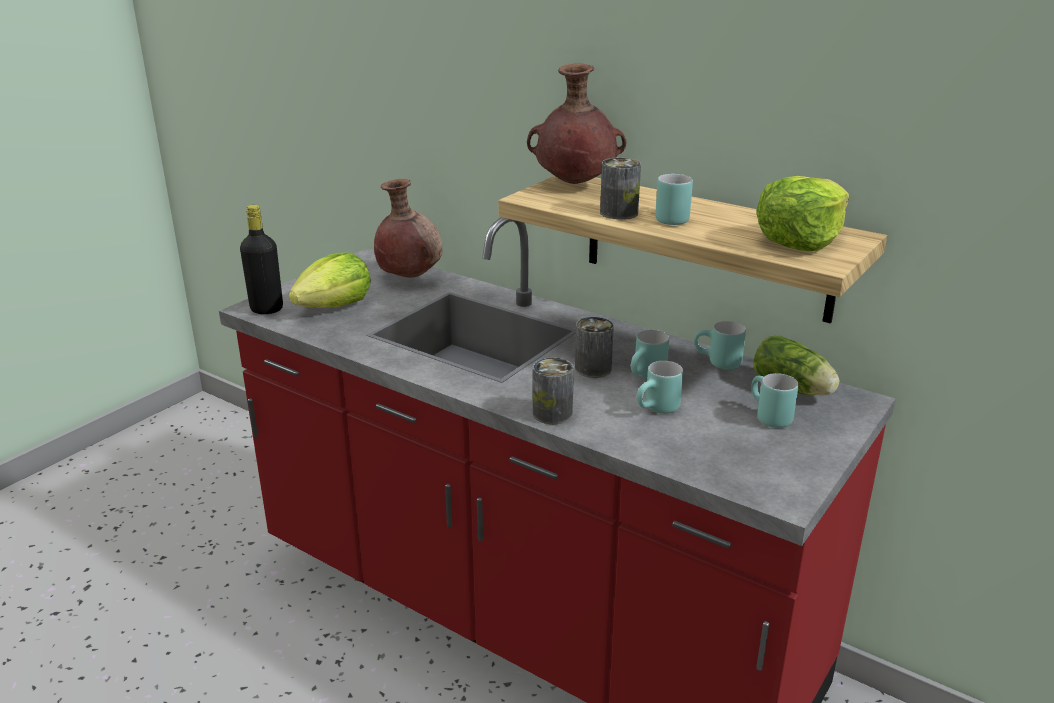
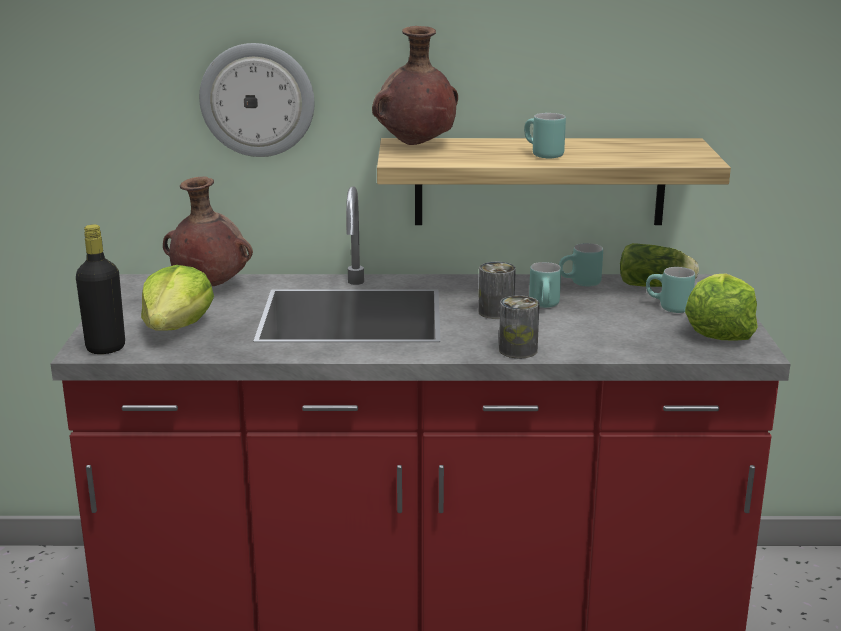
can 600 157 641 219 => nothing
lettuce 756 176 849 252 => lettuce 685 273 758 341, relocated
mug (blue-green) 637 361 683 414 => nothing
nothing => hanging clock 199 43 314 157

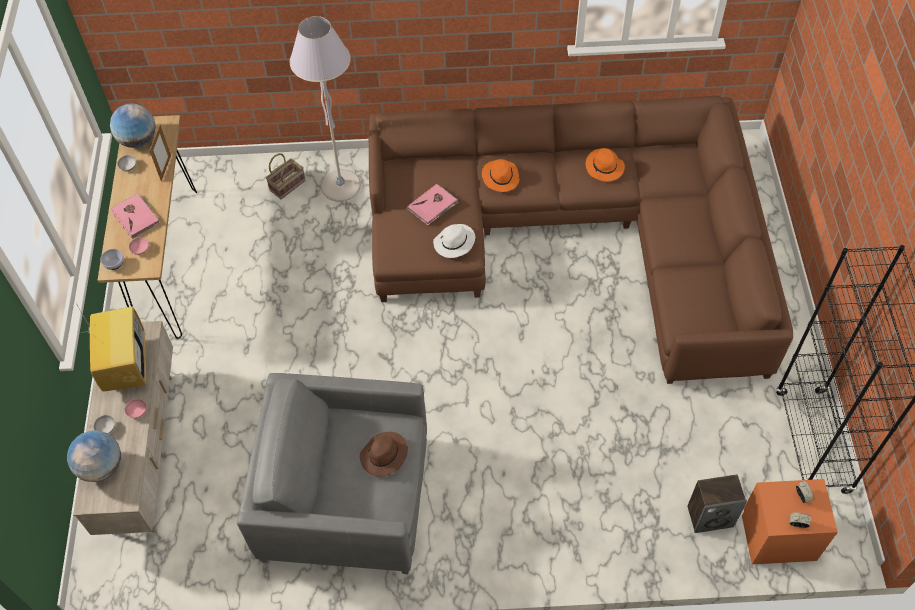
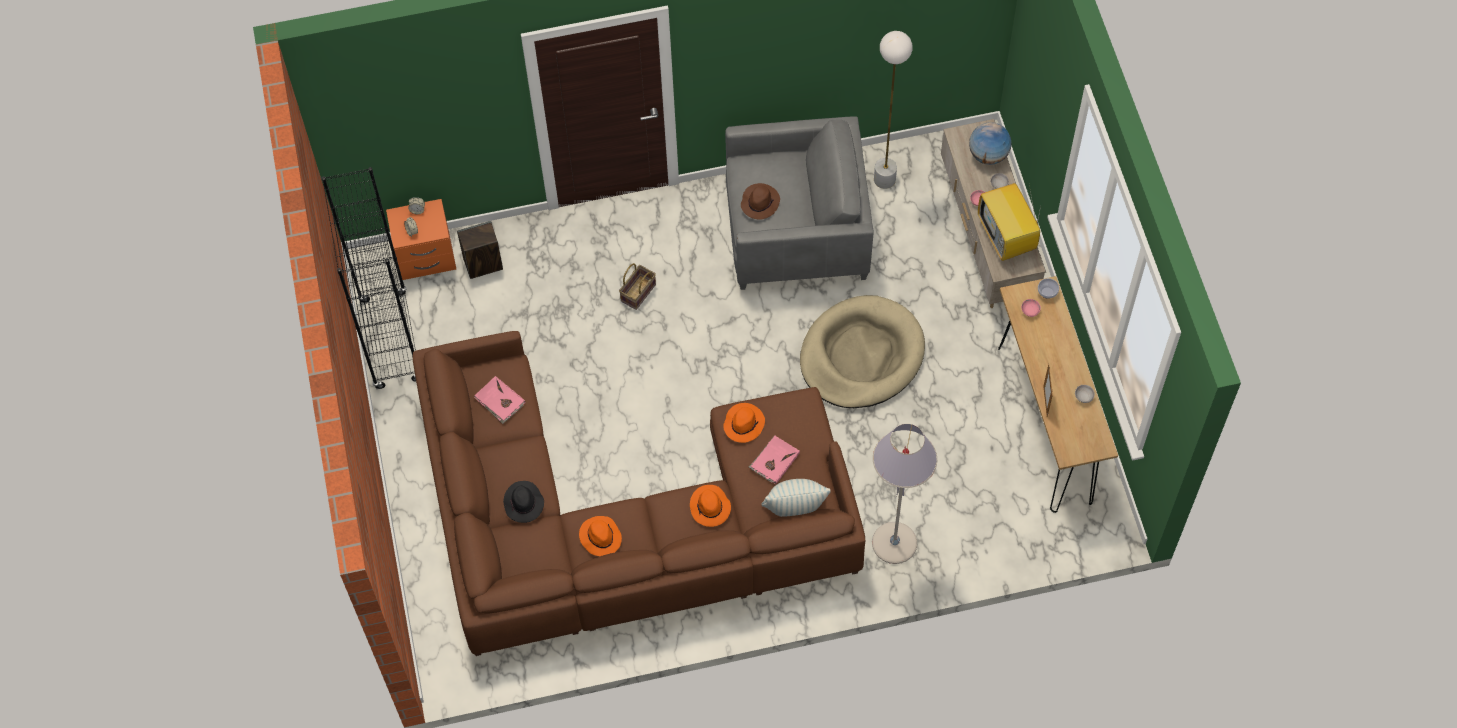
globe 110 104 155 148 => nothing
basket 266 153 306 199 => basket 619 263 656 310, relocated
book (pink-coloured) 111 193 160 239 => book (pink-coloured) 474 376 525 424, relocated
clothing hat (white-coloured) 433 224 475 258 => clothing hat (orangey) 723 403 765 443
nothing => standard lamp (white-coloured) 874 31 912 189
nothing => dog cushion (beige) 800 295 925 408
nothing => pillow 761 479 831 517
nothing => clothing hat (black) 503 481 544 523

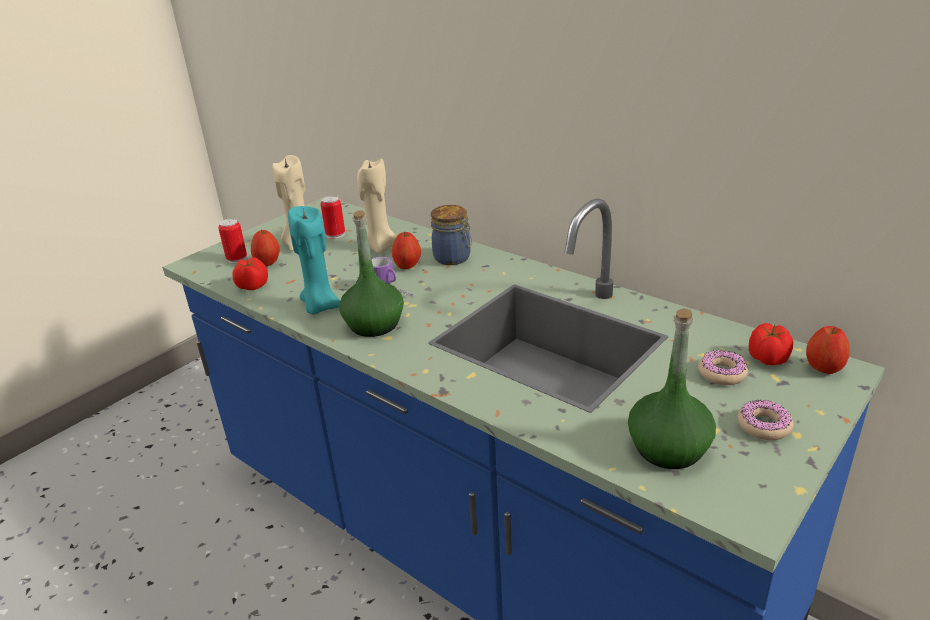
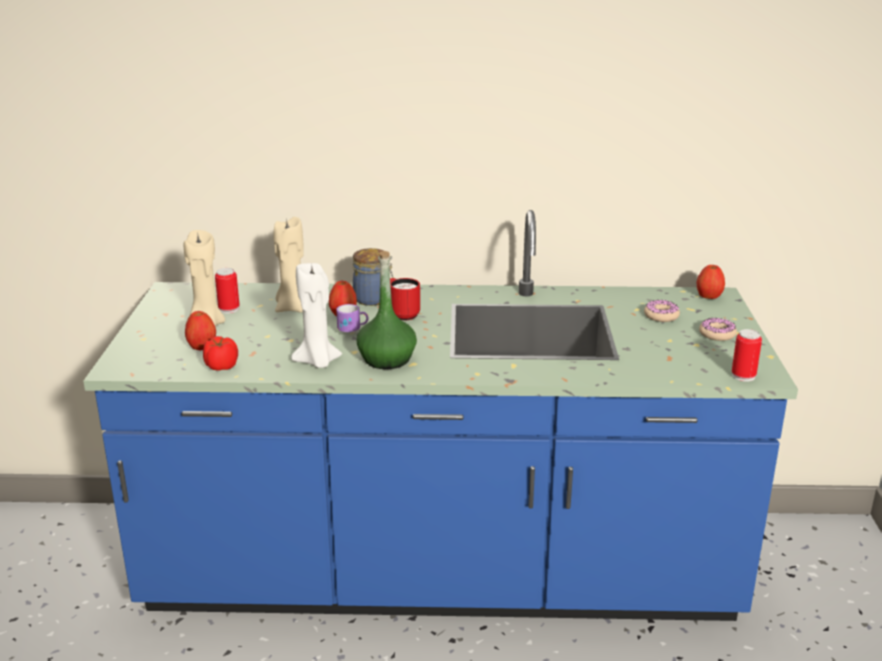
wax candle (blue-green) 288 206 340 315 => wax candle (white-coloured) 291 263 342 368
can 218 218 247 264 => can 732 329 762 382, relocated
drink bottle (green) 628 308 716 469 => nothing
whole tomato 749 323 793 366 => nothing
nothing => mug (red-coloured) 390 278 420 320

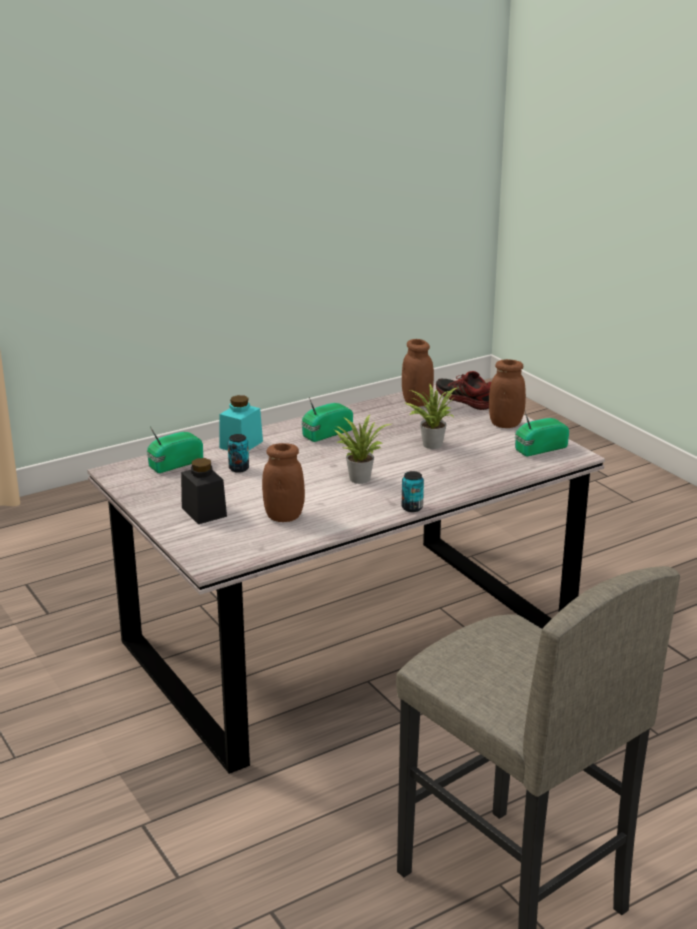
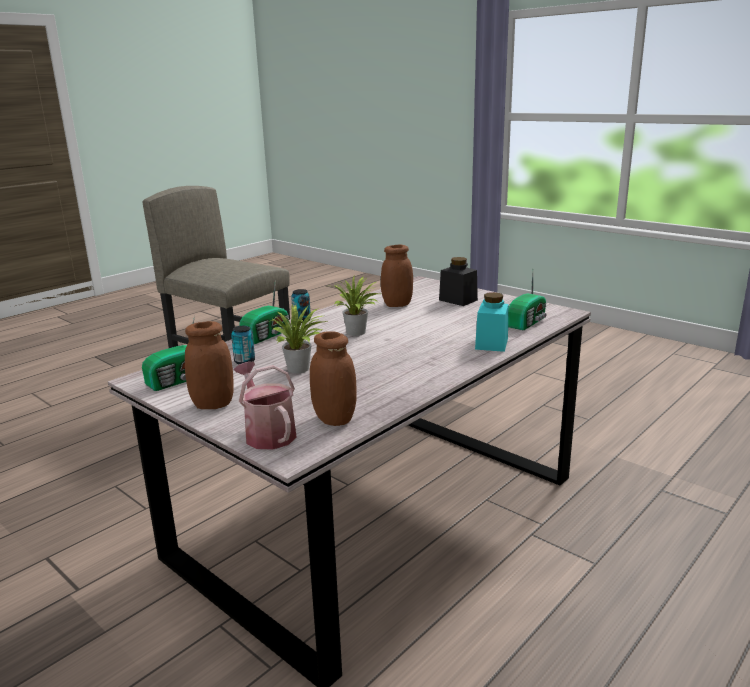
shoe 436 371 491 410 => sprinkling can 234 362 297 450
radio 301 397 353 442 => radio 239 280 289 344, relocated
can 228 434 249 473 => can 231 326 255 364, relocated

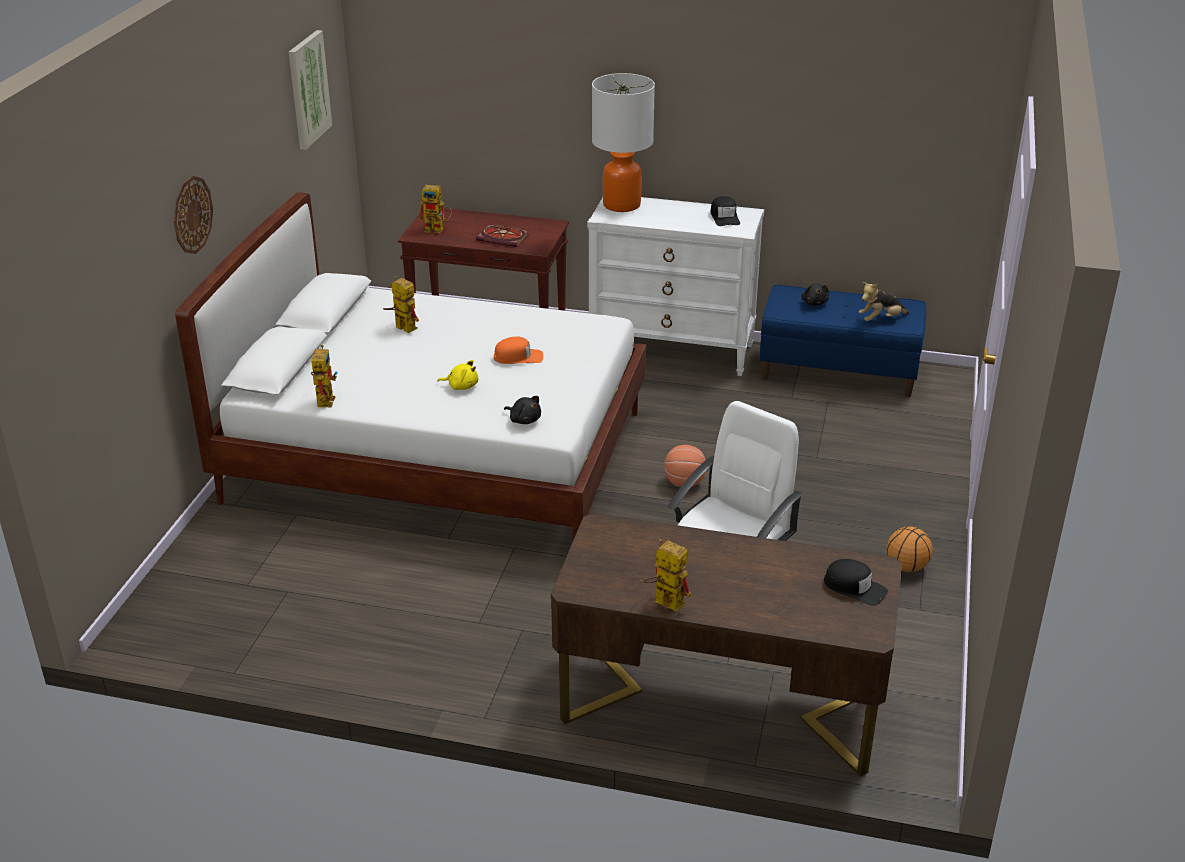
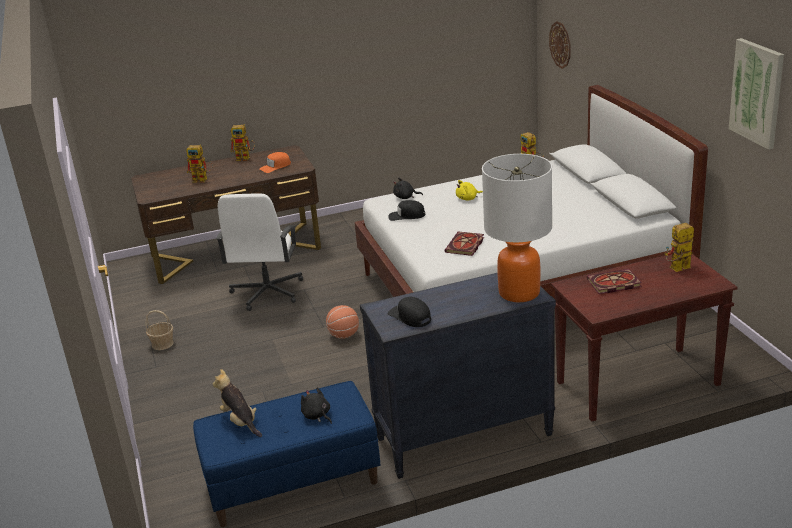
hanging clock 174 176 213 254 => hanging clock 549 21 571 69, relocated
chest of drawers (white-coloured) 587 196 764 376 => chest of drawers (black) 360 273 556 479
toy robot 383 276 419 333 => toy robot 186 144 213 182, relocated
soft toy 859 282 909 321 => soft toy 213 369 262 437, 75 degrees counterclockwise
peaked cap (orangey) 494 337 543 364 => peaked cap (orangey) 259 152 291 173, relocated
basketball ball 887 527 933 572 => basket 145 310 174 350
peaked cap (black) 824 559 888 606 => peaked cap (black) 388 200 425 221, relocated
nothing => book 444 232 484 256

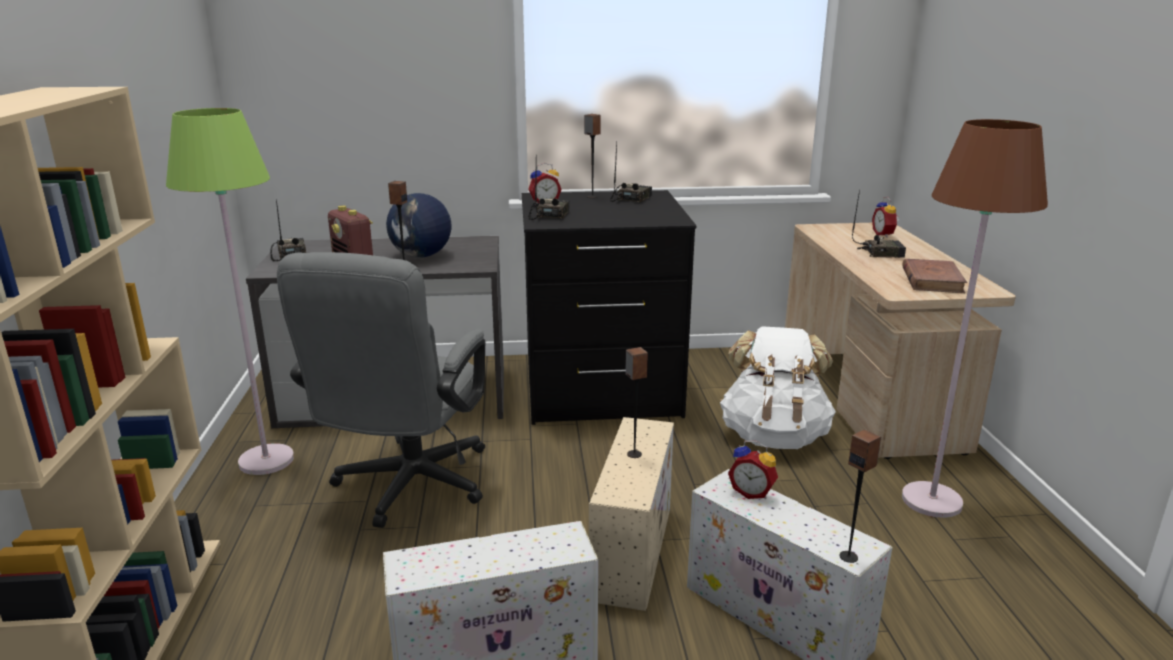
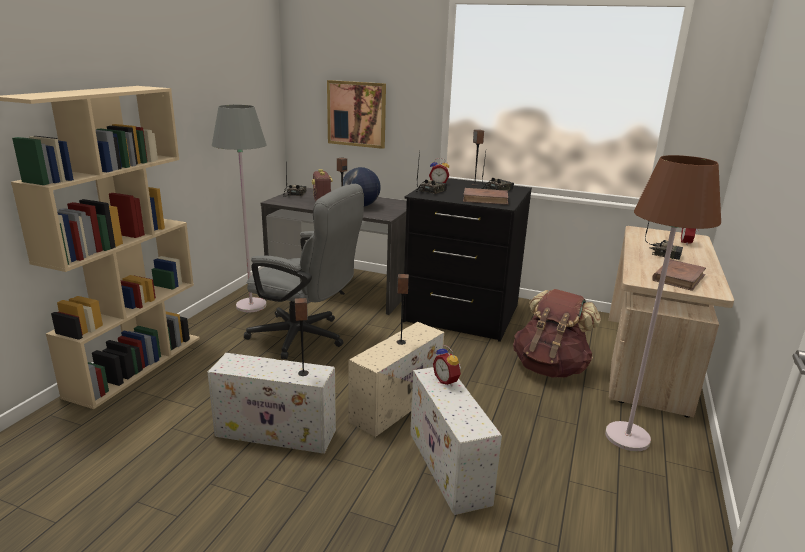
standard lamp (green) 166 108 294 475 => standard lamp (gray) 212 105 266 312
desk chair (gray) 277 252 485 528 => desk chair (gray) 244 184 364 359, 105 degrees counterclockwise
backpack (white-coloured) 720 326 836 449 => backpack (brown-coloured) 513 289 601 378
audio speaker 839 429 881 563 => audio speaker 295 298 309 376, relocated
nothing => wall art 327 80 386 149
nothing => book (brown-coloured) 463 188 509 205

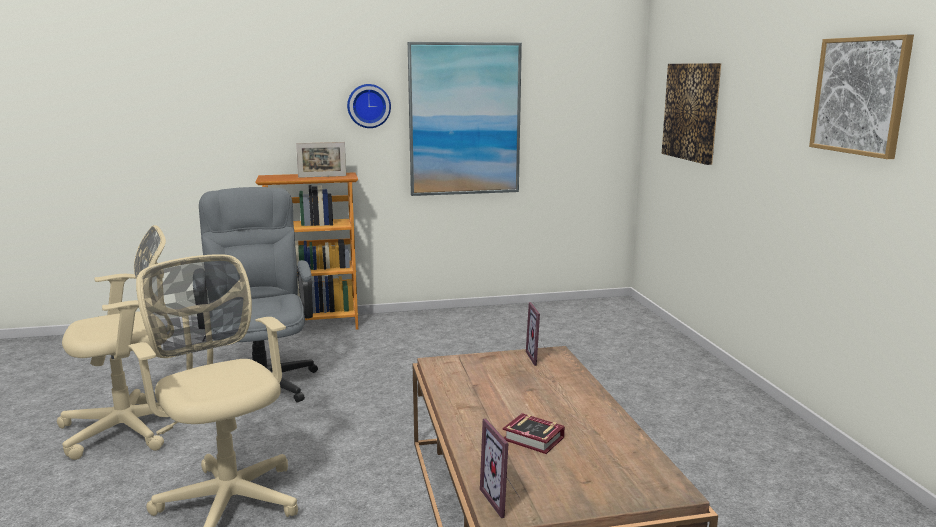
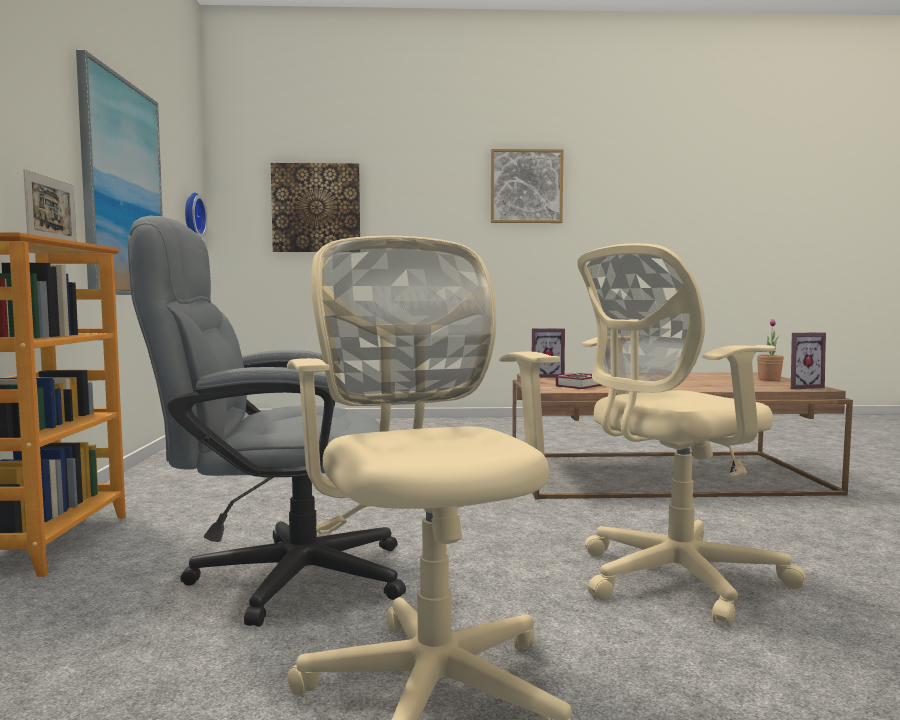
hanging clock 347 84 391 128 => hanging clock 185 193 208 238, relocated
book 503 413 565 454 => book 556 373 603 389, relocated
nothing => potted plant 757 319 784 381

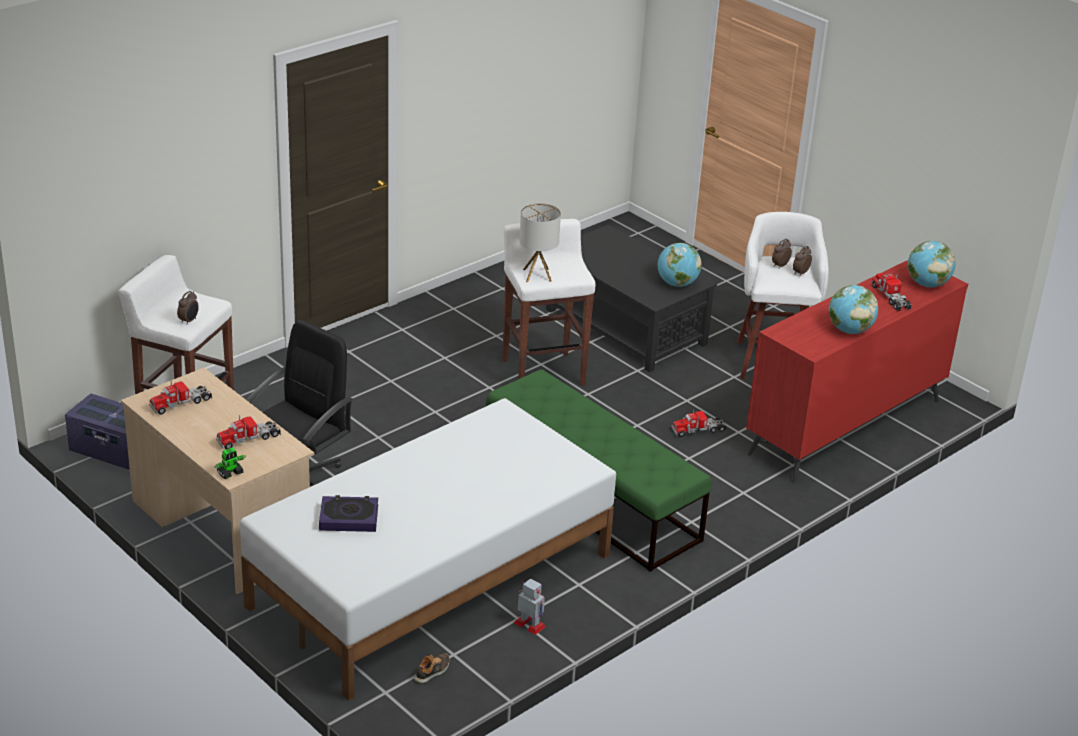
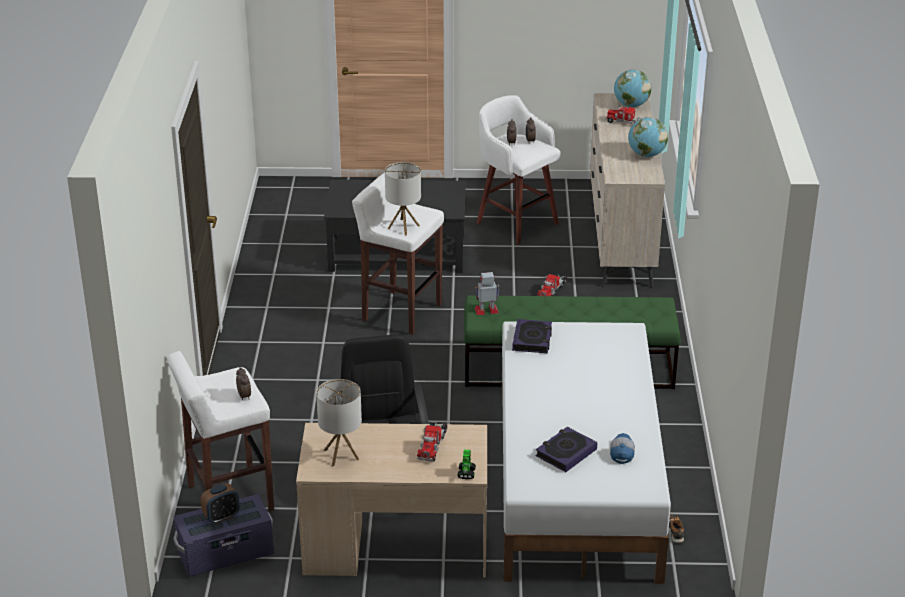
globe 658 243 702 287 => nothing
chest of drawers (red-coloured) 746 260 968 484 => chest of drawers (beige) 590 93 665 288
model truck 149 381 212 415 => table lamp 316 379 362 466
toy robot 514 578 546 635 => toy robot 475 272 499 315, relocated
nothing => book 512 319 552 353
nothing => peaked cap 610 433 635 464
nothing => bedside clock 201 483 240 524

